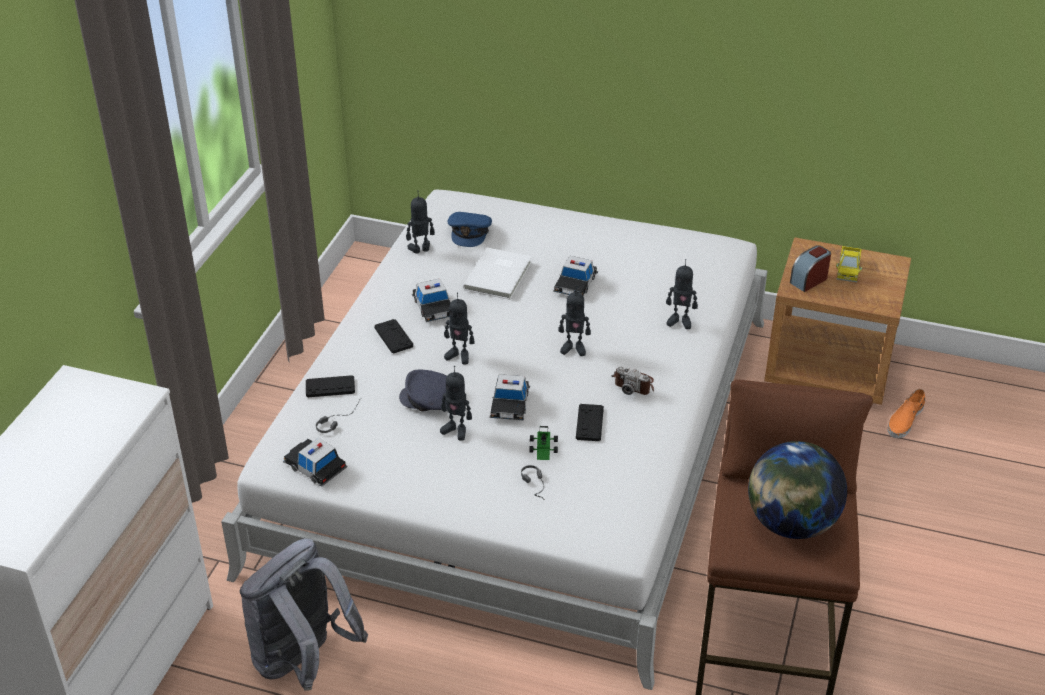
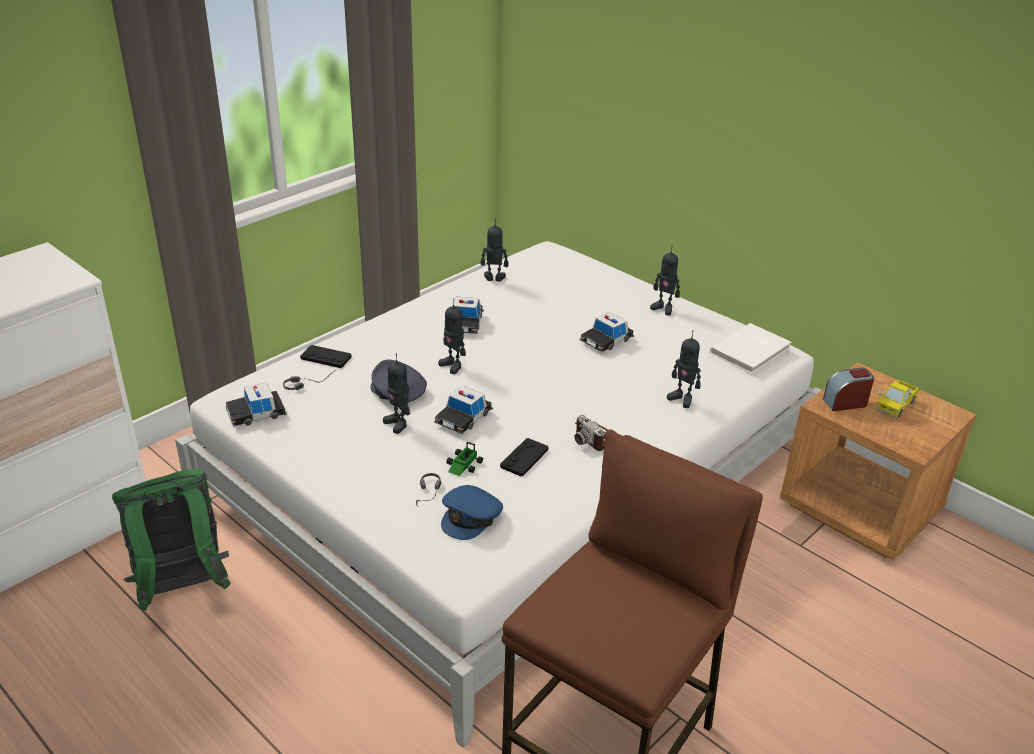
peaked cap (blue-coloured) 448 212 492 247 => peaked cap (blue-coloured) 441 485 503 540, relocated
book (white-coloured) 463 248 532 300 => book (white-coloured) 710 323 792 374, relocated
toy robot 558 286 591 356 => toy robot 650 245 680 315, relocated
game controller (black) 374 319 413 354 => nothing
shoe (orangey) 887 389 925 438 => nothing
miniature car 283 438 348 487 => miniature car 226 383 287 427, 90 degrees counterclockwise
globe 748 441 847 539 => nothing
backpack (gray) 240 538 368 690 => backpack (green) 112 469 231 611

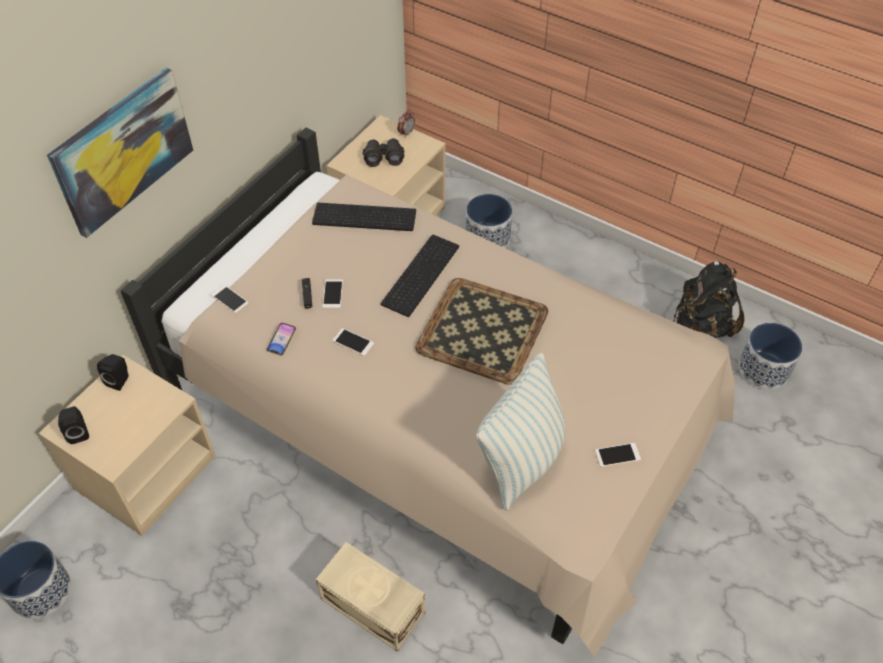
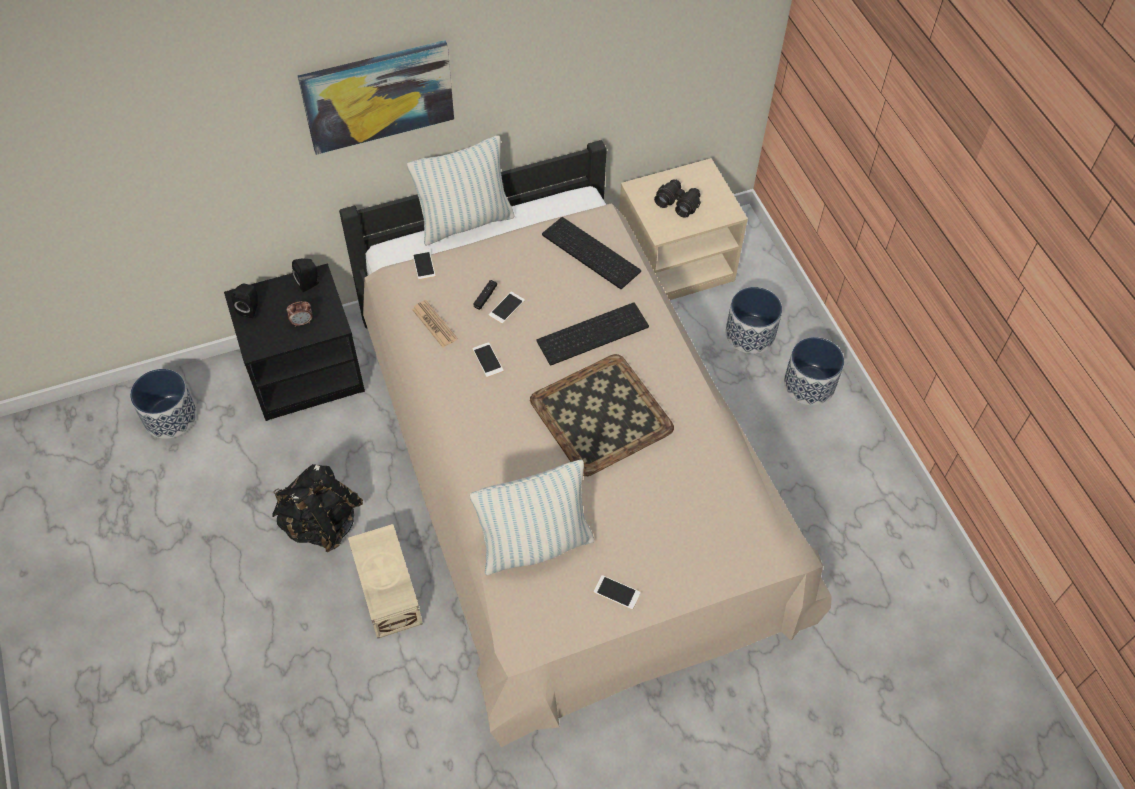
bedside clock 397 109 415 138 => bedside clock 287 301 312 327, relocated
backpack (black) 673 261 745 338 => backpack (black) 272 464 363 552, relocated
telephone 267 323 296 356 => newspaper 412 300 458 347
plant pot 739 323 802 390 => plant pot 784 337 844 405, relocated
night table (beige) 38 355 216 536 => night table (black) 224 263 365 421
nothing => pillow 407 135 515 246

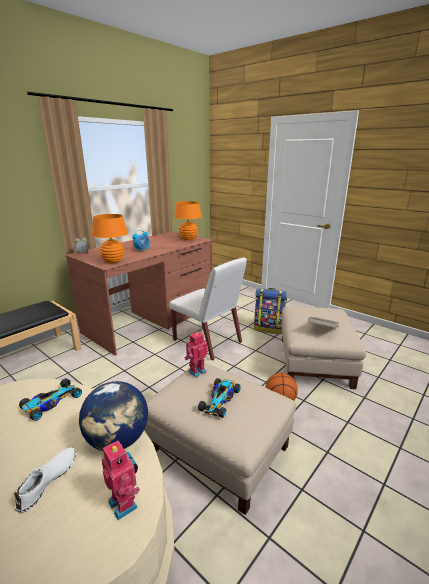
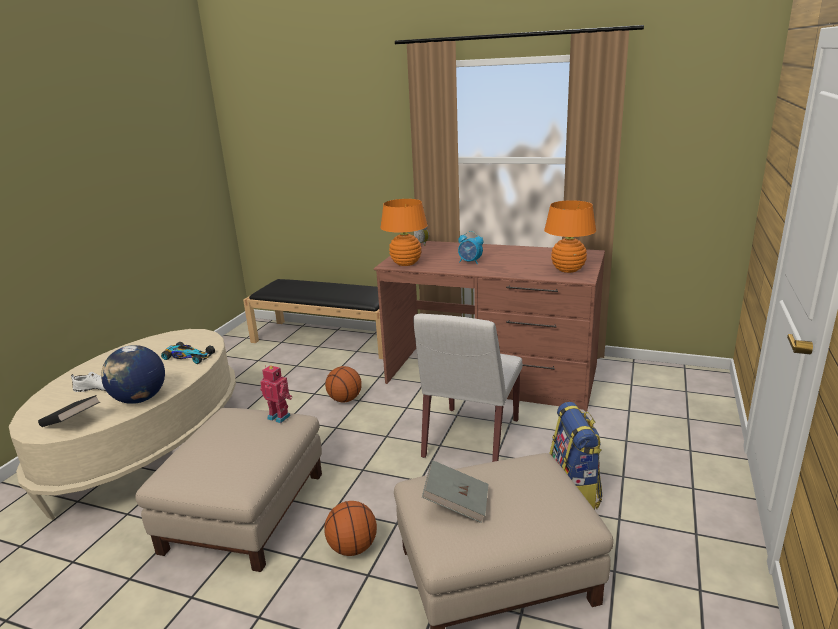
miniature car 198 378 241 418 => nothing
toy robot 101 441 140 520 => book (black) 38 395 100 427
nothing => basketball ball 325 366 362 402

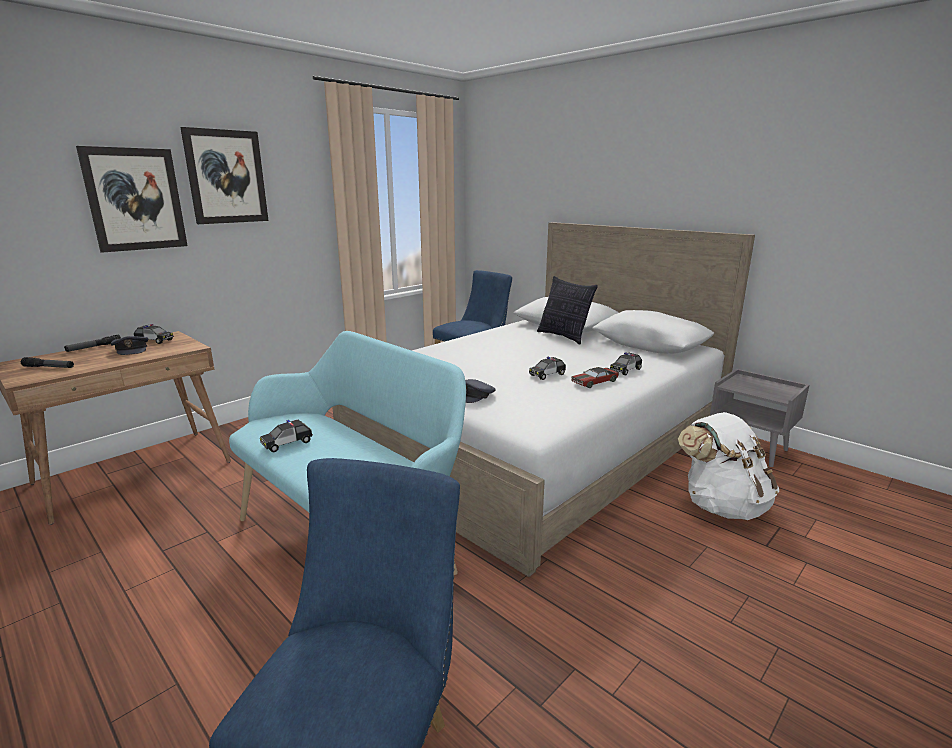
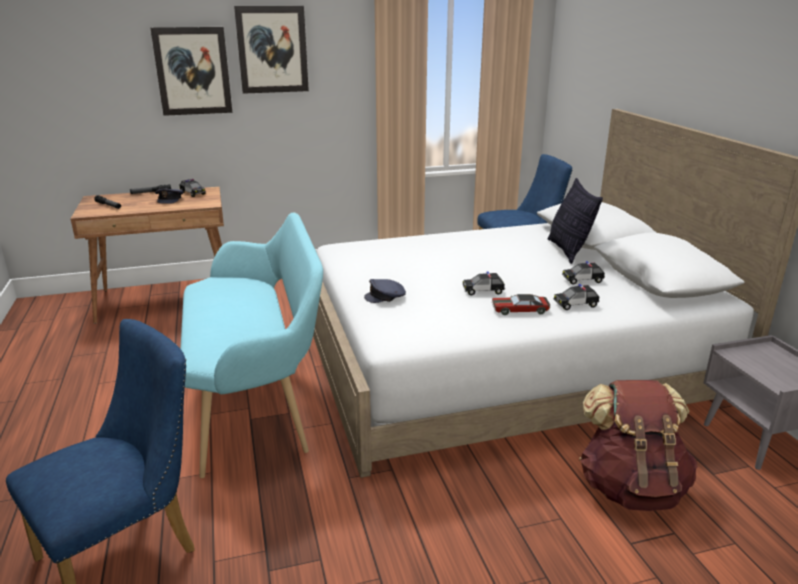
backpack (white-coloured) 678 412 779 520 => backpack (brown-coloured) 579 380 698 511
miniature car 260 420 313 452 => miniature car 562 261 605 285, relocated

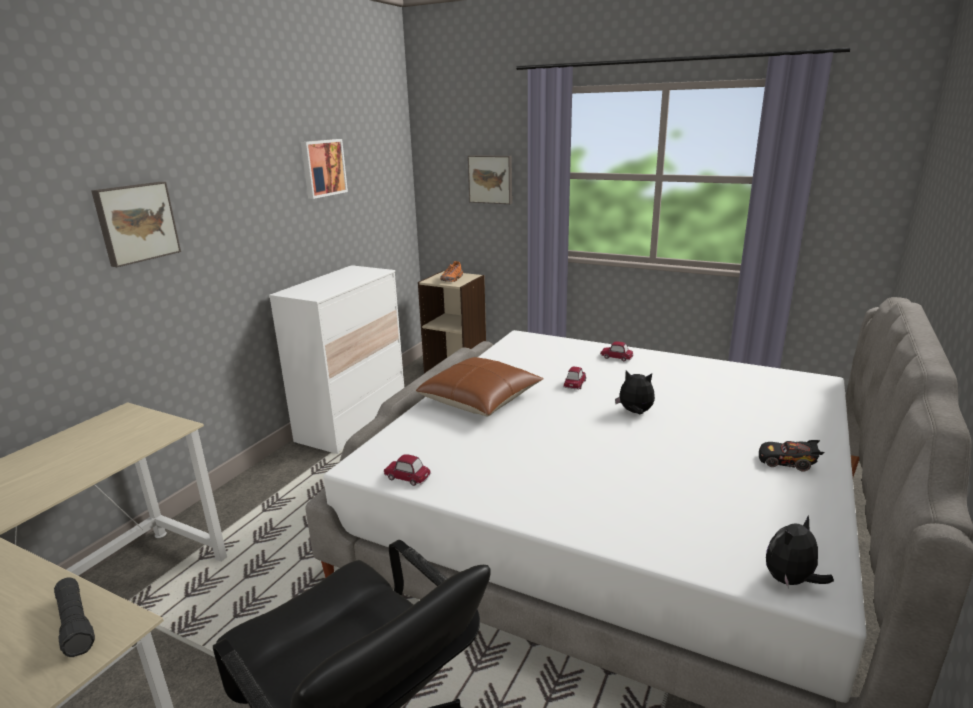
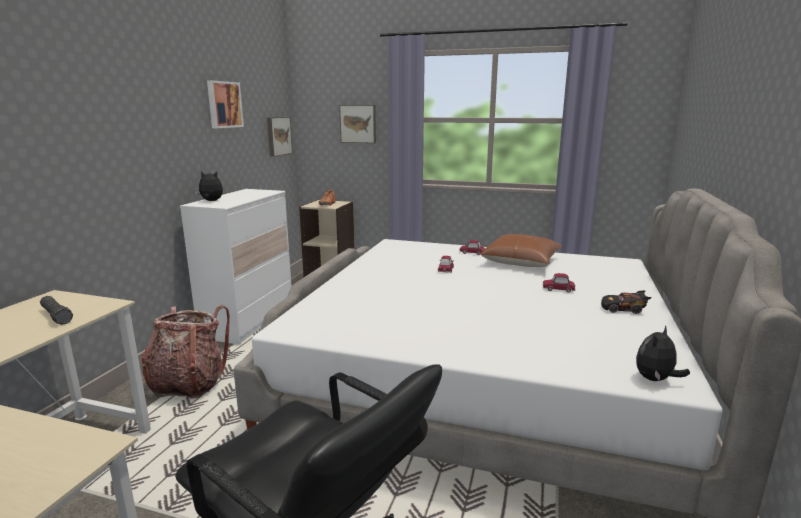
wall art 91 182 181 267 => wall art 267 117 293 157, relocated
pillow (brown-coloured) 416 357 544 416 => pillow (brown-coloured) 480 234 562 267, relocated
soft toy 615 370 655 414 => soft toy 195 171 223 201, relocated
miniature car 384 454 431 486 => miniature car 543 273 575 293, relocated
torch (black) 54 578 95 657 => torch (black) 40 296 73 325, relocated
nothing => backpack 142 305 230 399

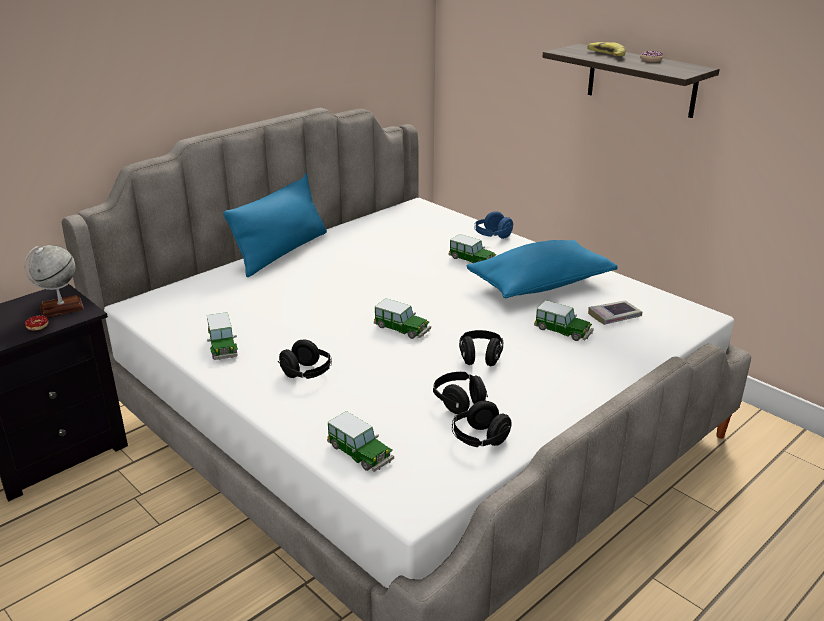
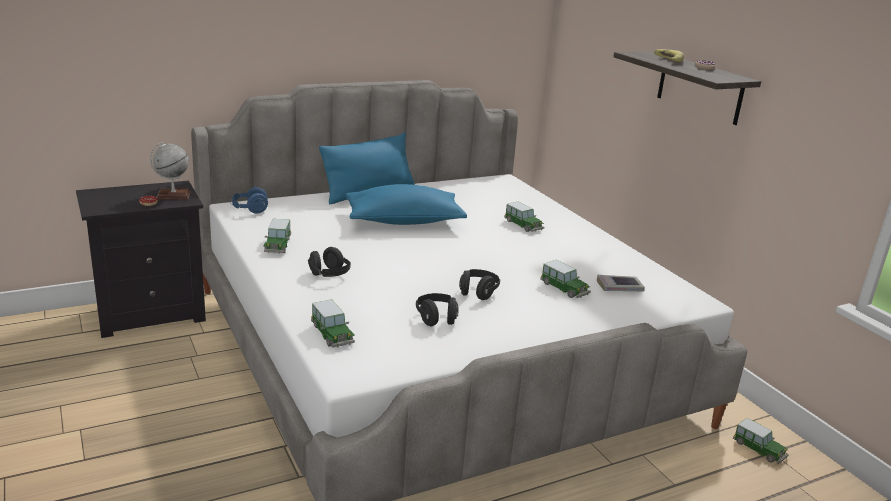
pair of headphones (blue-coloured) 474 211 513 239 => pair of headphones (blue-coloured) 230 187 268 214, relocated
pillow (blue-coloured) 467 240 618 298 => pillow (blue-coloured) 346 184 467 225, relocated
miniature car 374 298 431 339 => miniature car 733 418 789 464, relocated
pair of headphones (black) 452 401 512 447 => nothing

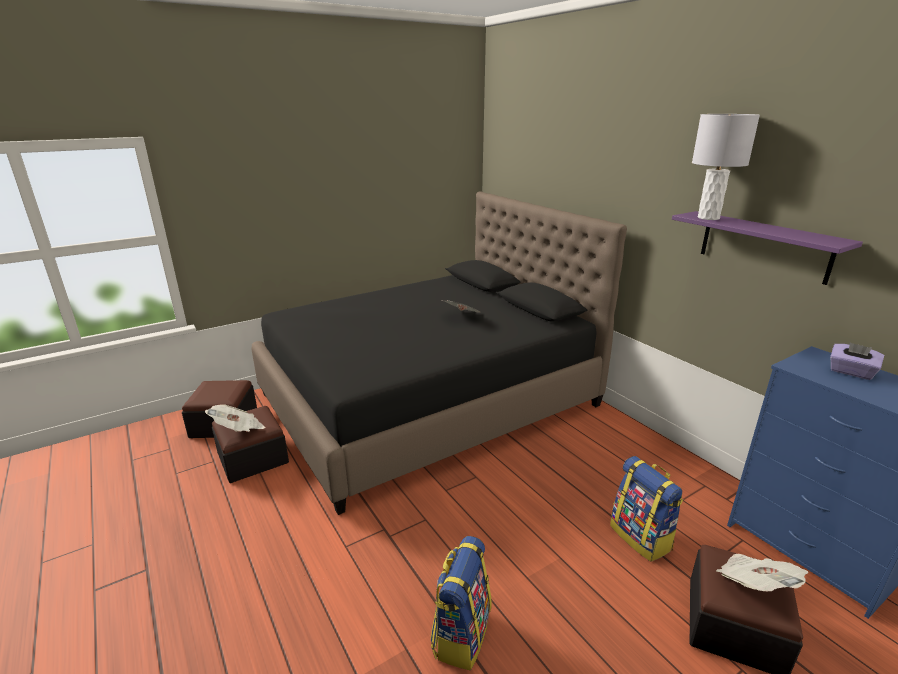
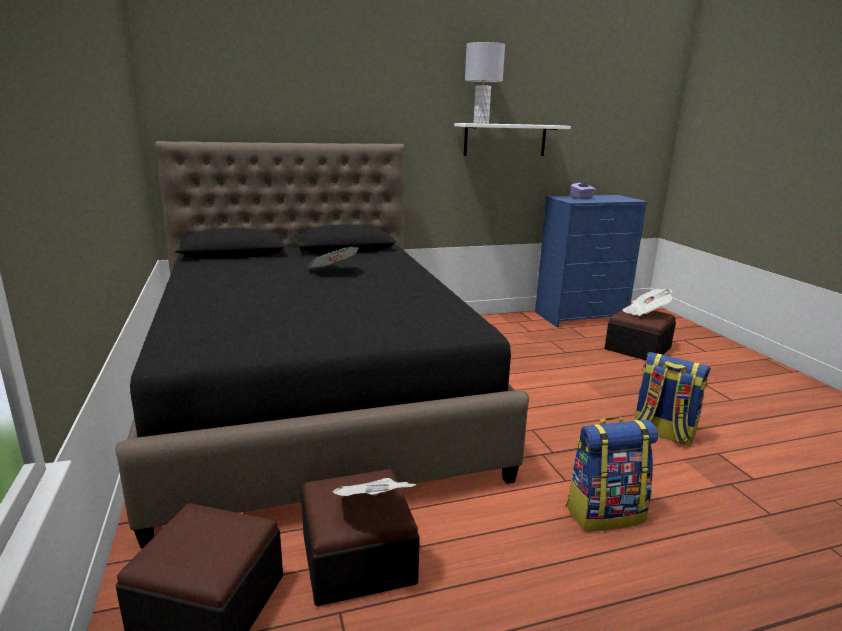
shelf (purple) 672 211 863 285 => shelf (white-coloured) 454 123 571 156
backpack 610 456 683 562 => backpack 566 417 658 531, relocated

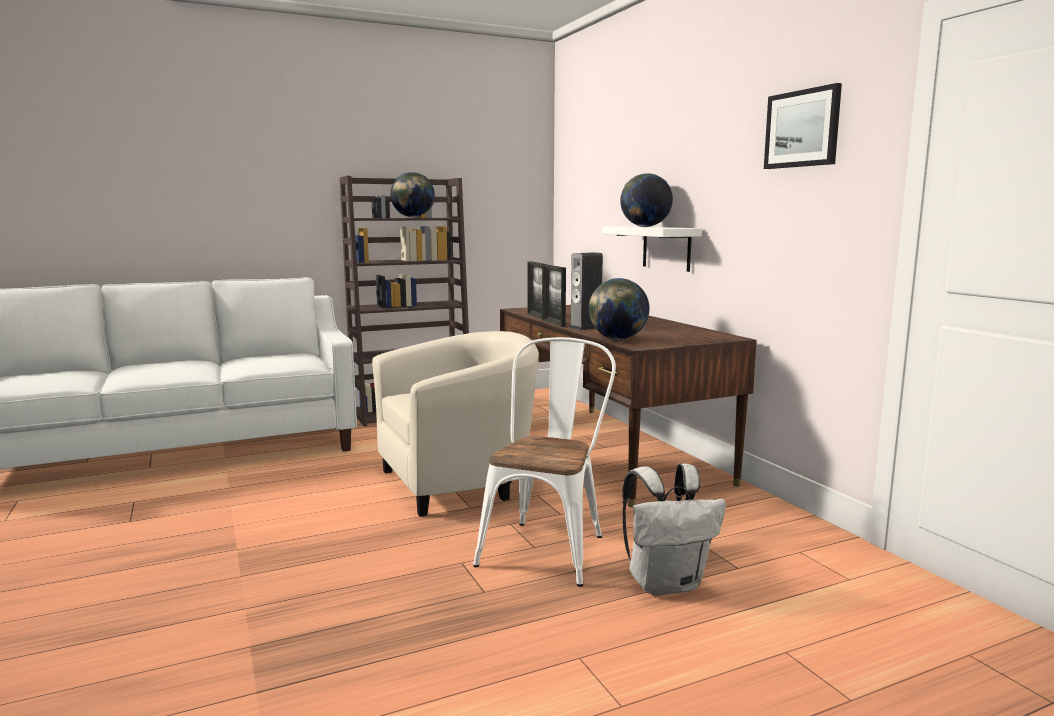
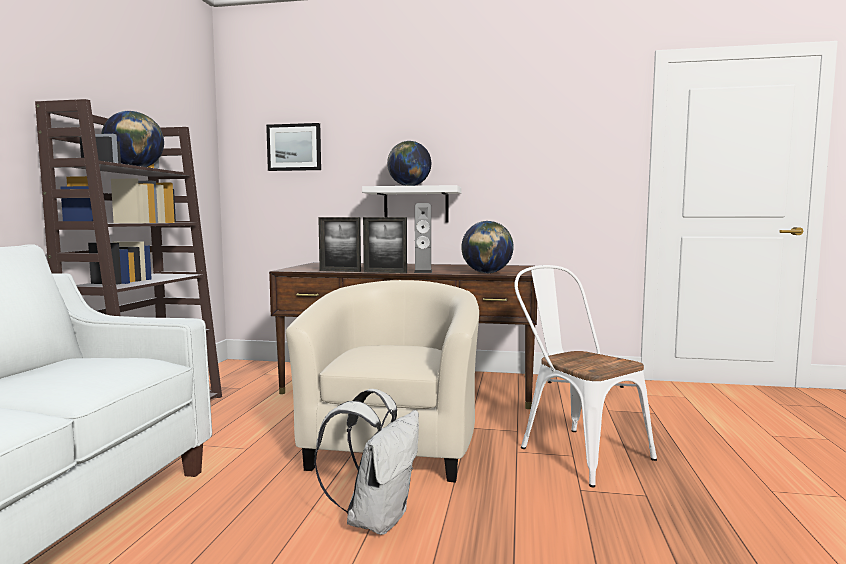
wall art 764 83 842 169 => wall art 266 123 321 171, relocated
backpack (white-coloured) 622 464 726 596 => backpack (white-coloured) 314 389 419 535, relocated

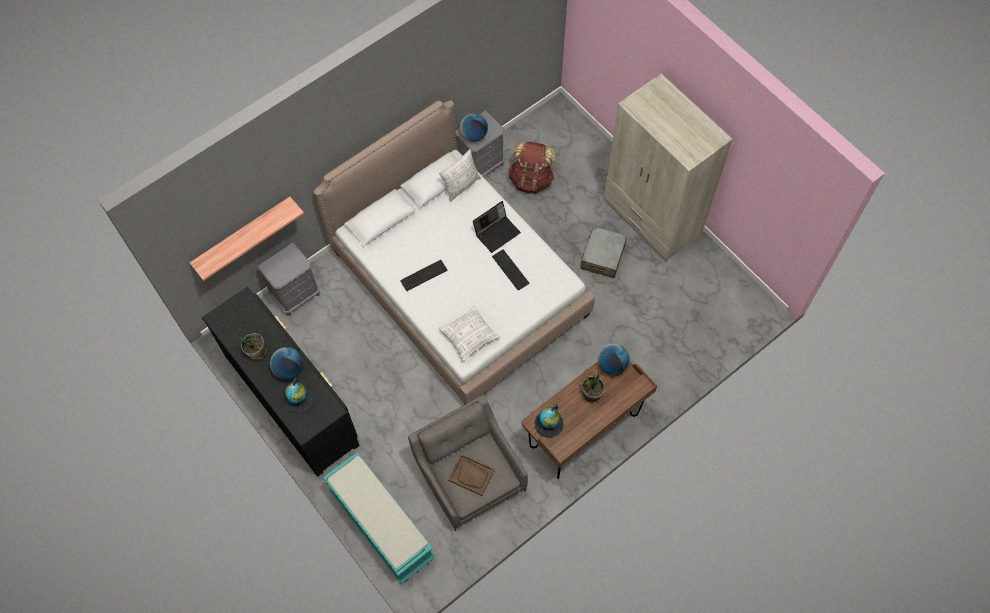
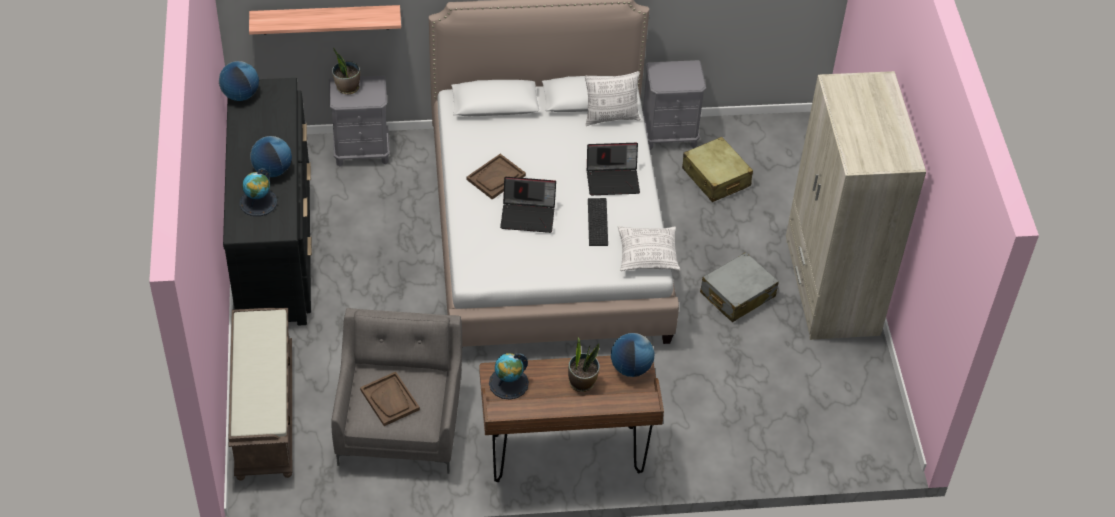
globe 460 113 488 142 => globe 219 61 259 101, relocated
backpack (brown-coloured) 508 142 555 194 => piece of luggage (beige) 682 137 753 202
keyboard 400 260 447 291 => carrying tray (brown-coloured) 467 154 526 199
pillow 439 306 500 361 => pillow 618 226 681 271, relocated
potted plant 236 333 266 360 => potted plant 332 48 360 95, relocated
bench (blue-green) 323 452 435 584 => bench (brown-coloured) 228 308 292 481
nothing => laptop 500 177 556 233

